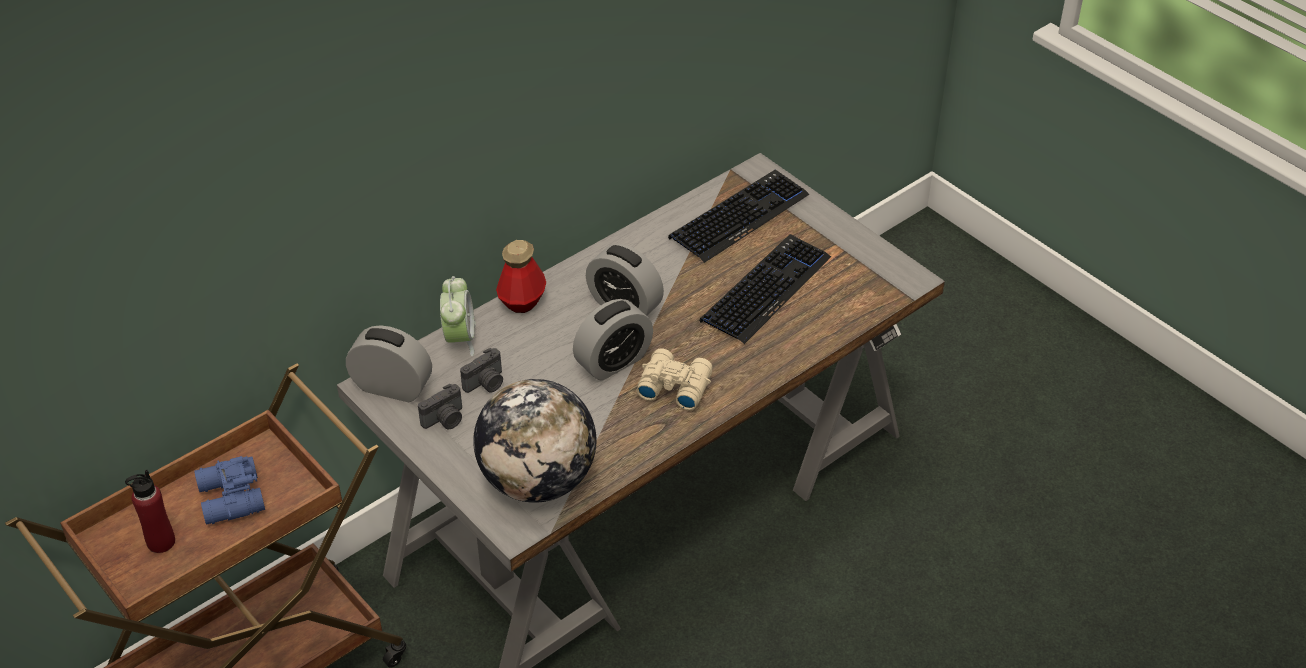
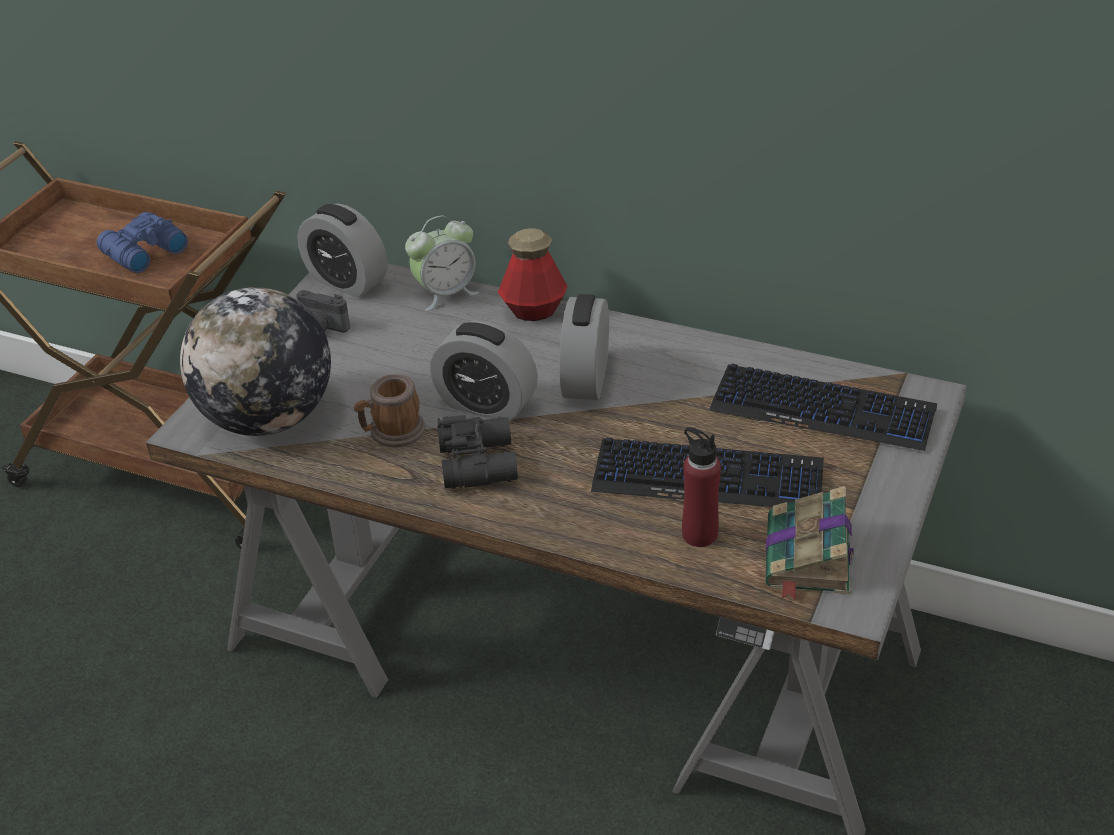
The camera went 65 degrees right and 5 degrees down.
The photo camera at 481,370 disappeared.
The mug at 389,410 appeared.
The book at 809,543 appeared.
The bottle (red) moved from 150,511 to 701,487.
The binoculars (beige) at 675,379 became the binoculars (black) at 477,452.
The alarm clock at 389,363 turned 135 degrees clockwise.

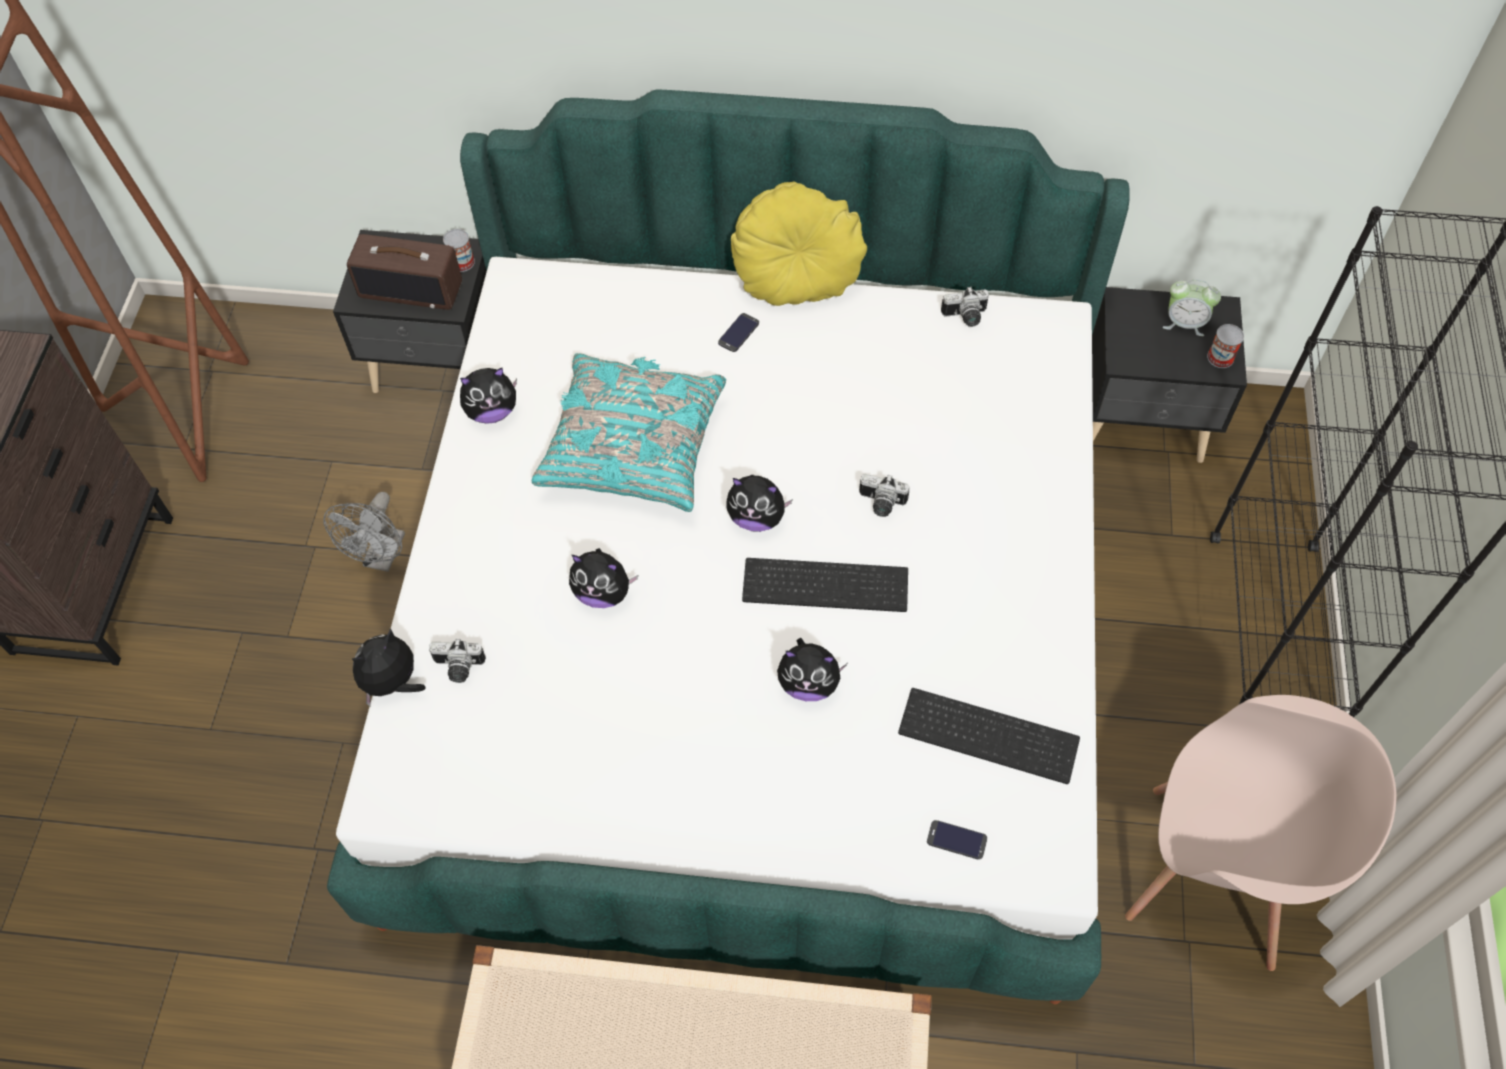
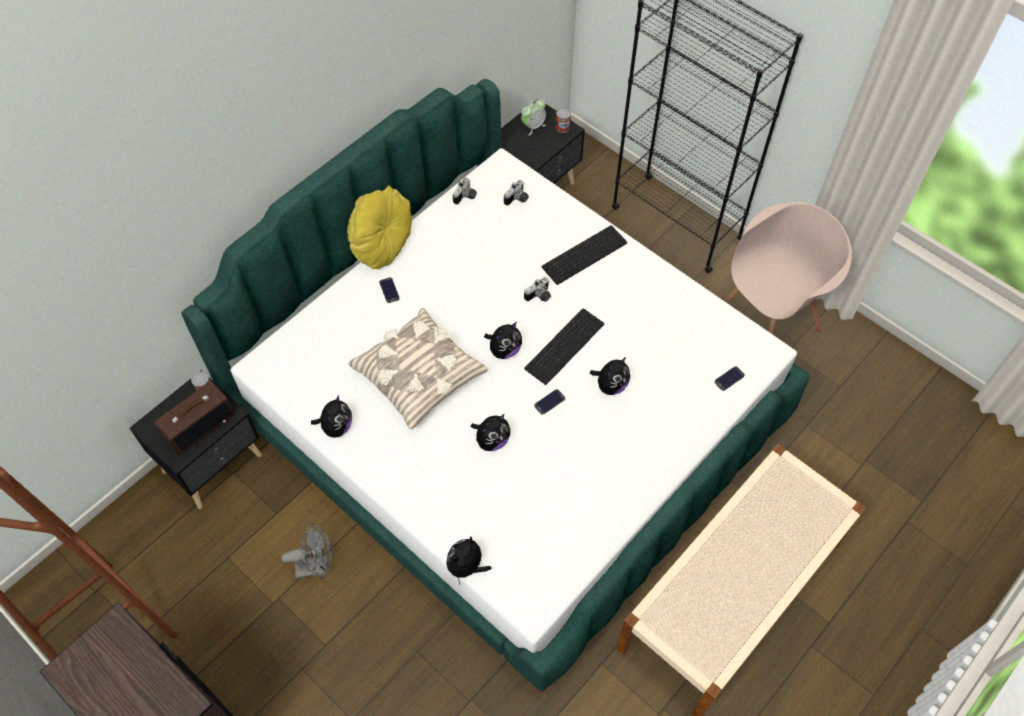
The camera went 55 degrees left and 0 degrees up.
The phone at 549,402 appeared.
The photo camera moved from 457,661 to 516,193.
The keyboard moved from 989,736 to 584,255.
The pillow (turquoise) at 629,432 became the pillow (beige) at 418,368.
The fan (grey) at 364,532 turned 60 degrees counterclockwise.
The plush toy at 388,667 turned 45 degrees clockwise.

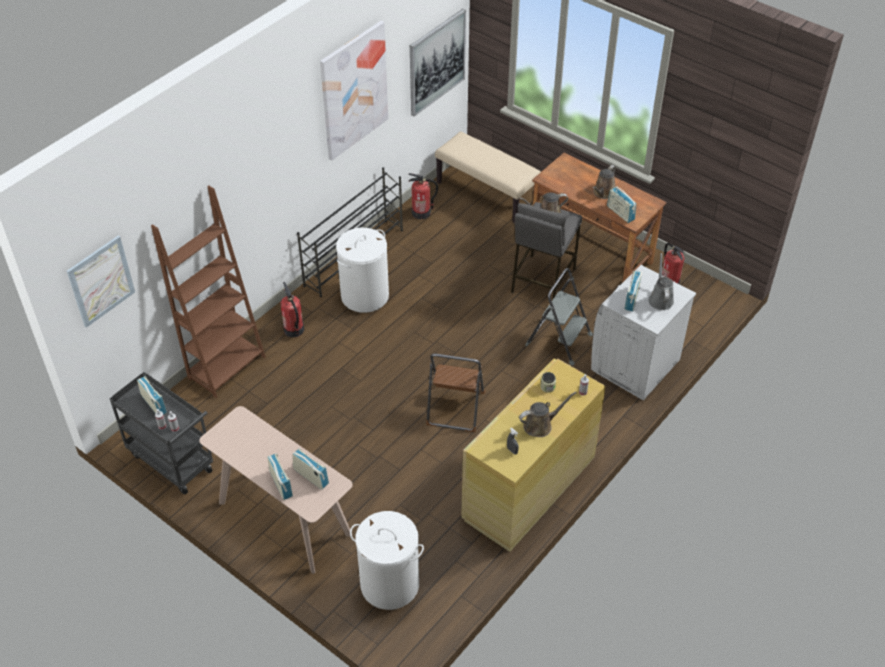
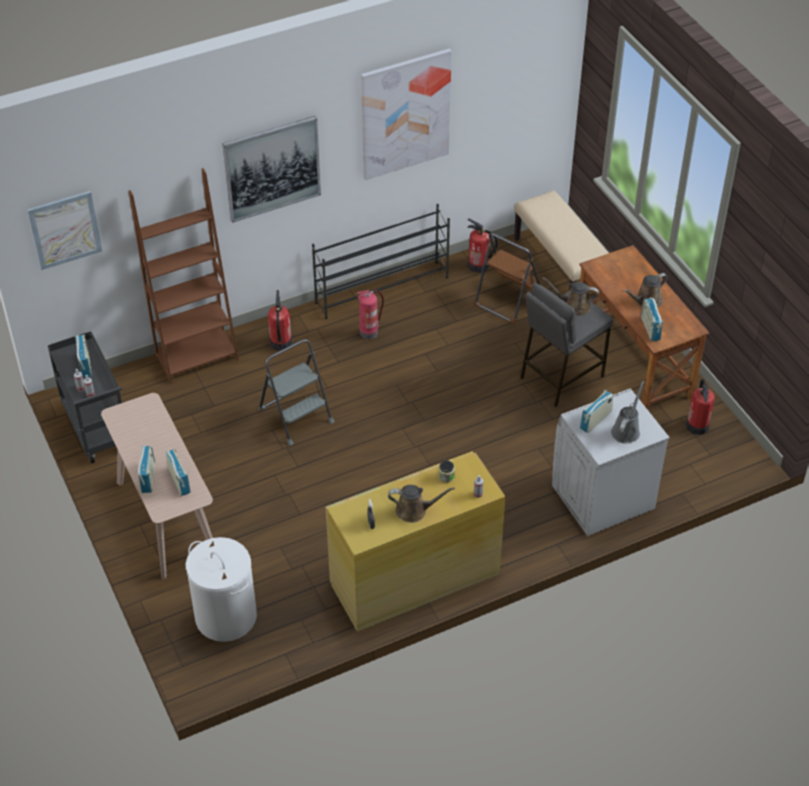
The camera went 25 degrees right and 0 degrees up.
The picture moved from 438,63 to 271,169.
The step ladder (brown) moved from 455,393 to 507,279.
The step ladder (grey) moved from 559,316 to 297,392.
The laundry basket (white) at 362,270 was replaced by the fire extinguisher at 370,314.

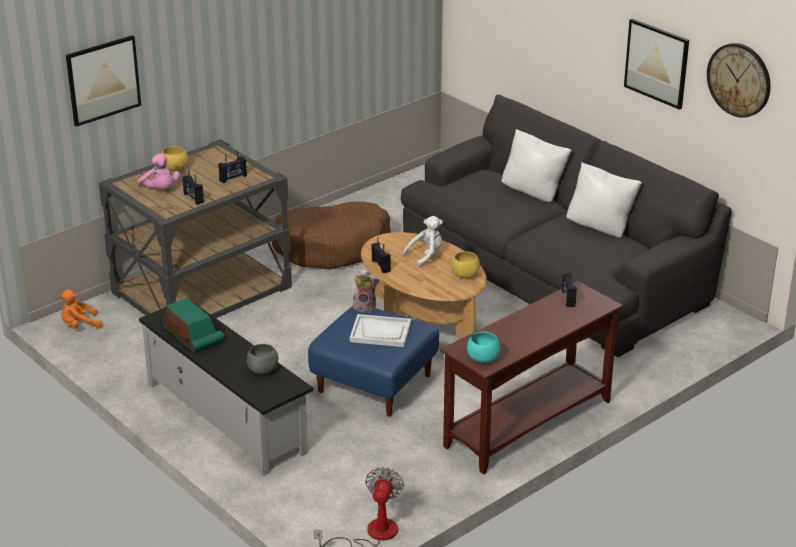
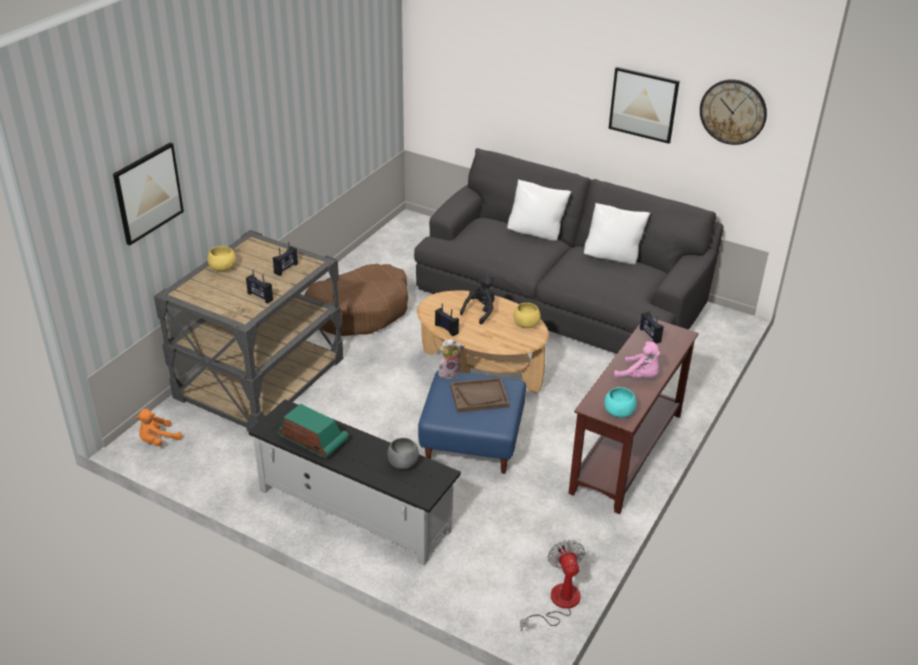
The camera went 20 degrees left and 5 degrees up.
The plush toy (pink) moved from 158,171 to 637,359.
The tray (white) at 380,330 became the tray (brown) at 480,395.
The plush toy (white) at 422,242 became the plush toy (black) at 477,299.

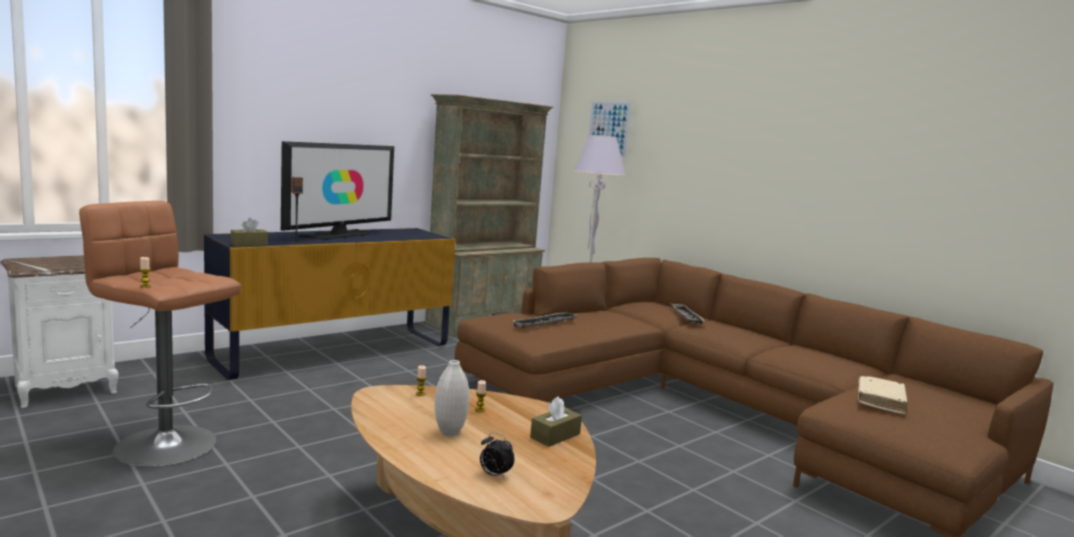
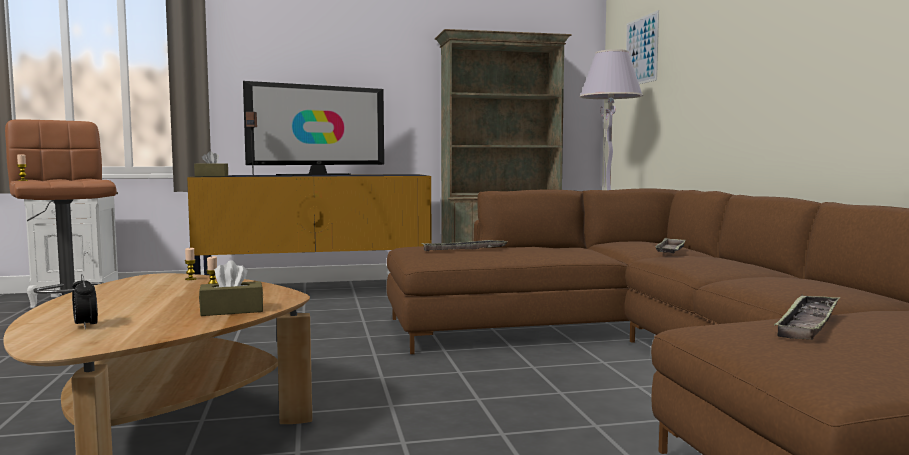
The camera went 30 degrees right and 5 degrees down.
The vase (white) at 452,398 disappeared.
The book (beige) at 882,395 was replaced by the tray at 807,317.

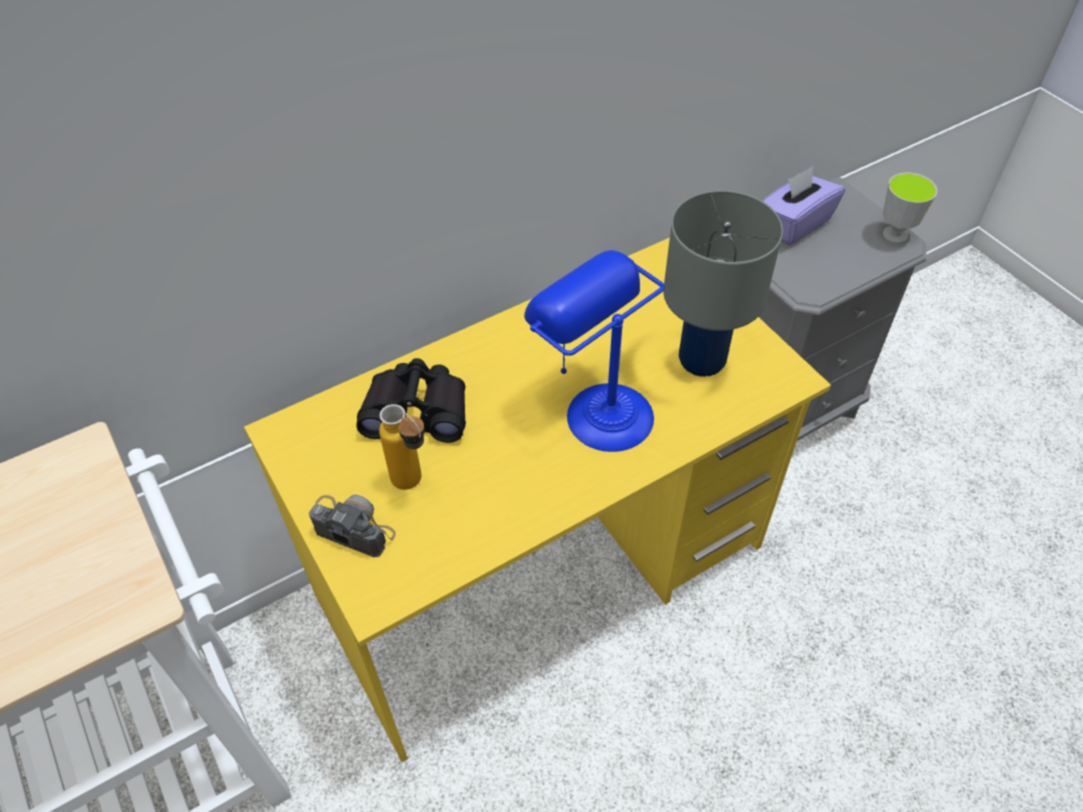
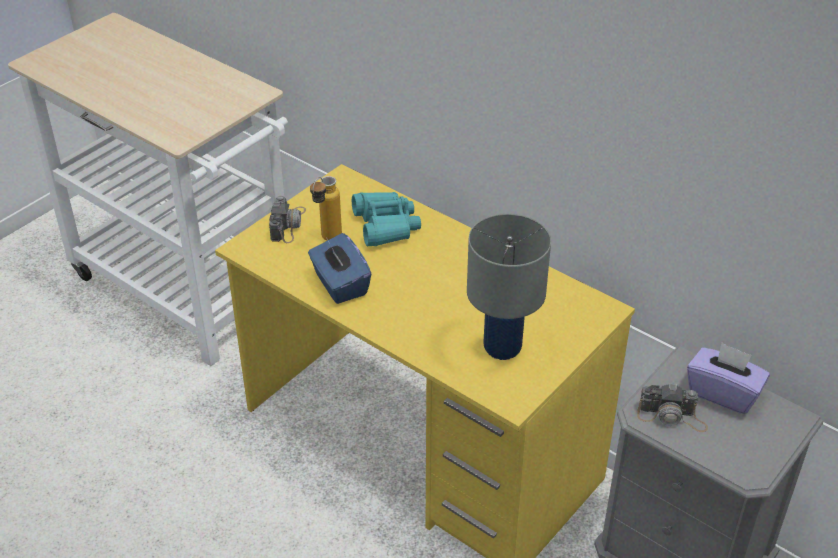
The camera went 70 degrees right and 10 degrees down.
The table lamp (blue) at 594,351 disappeared.
The cup at 910,208 disappeared.
The tissue box (blue) at 340,268 appeared.
The photo camera at 672,407 appeared.
The binoculars (black) at 411,400 became the binoculars (turquoise) at 386,219.

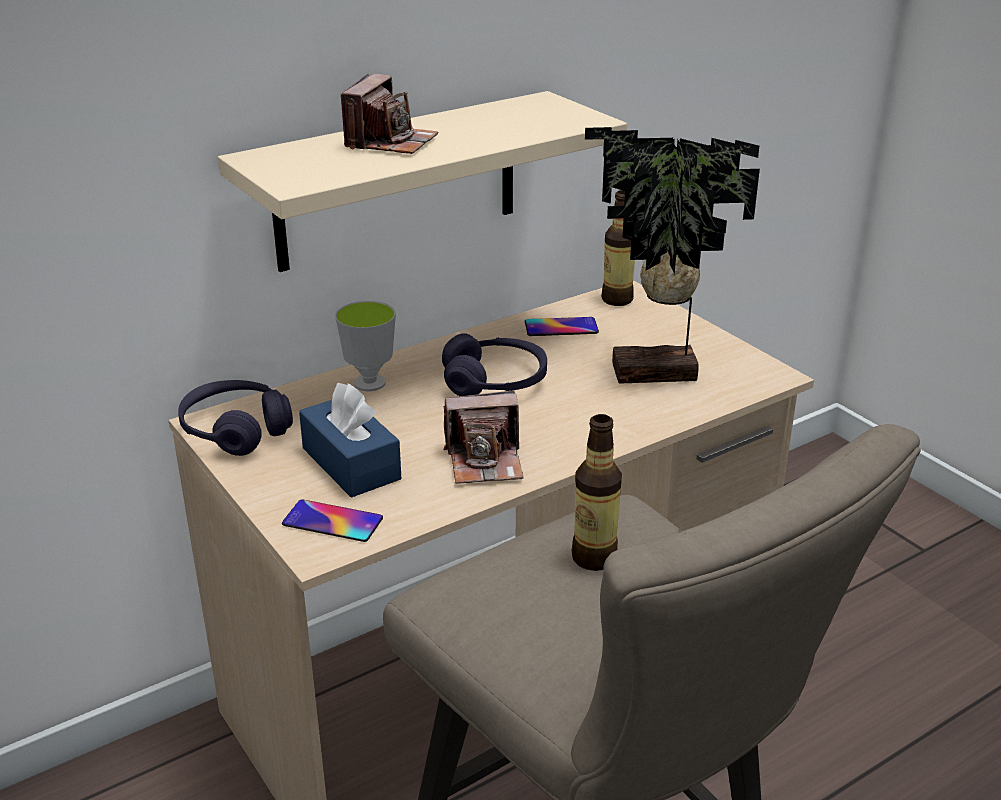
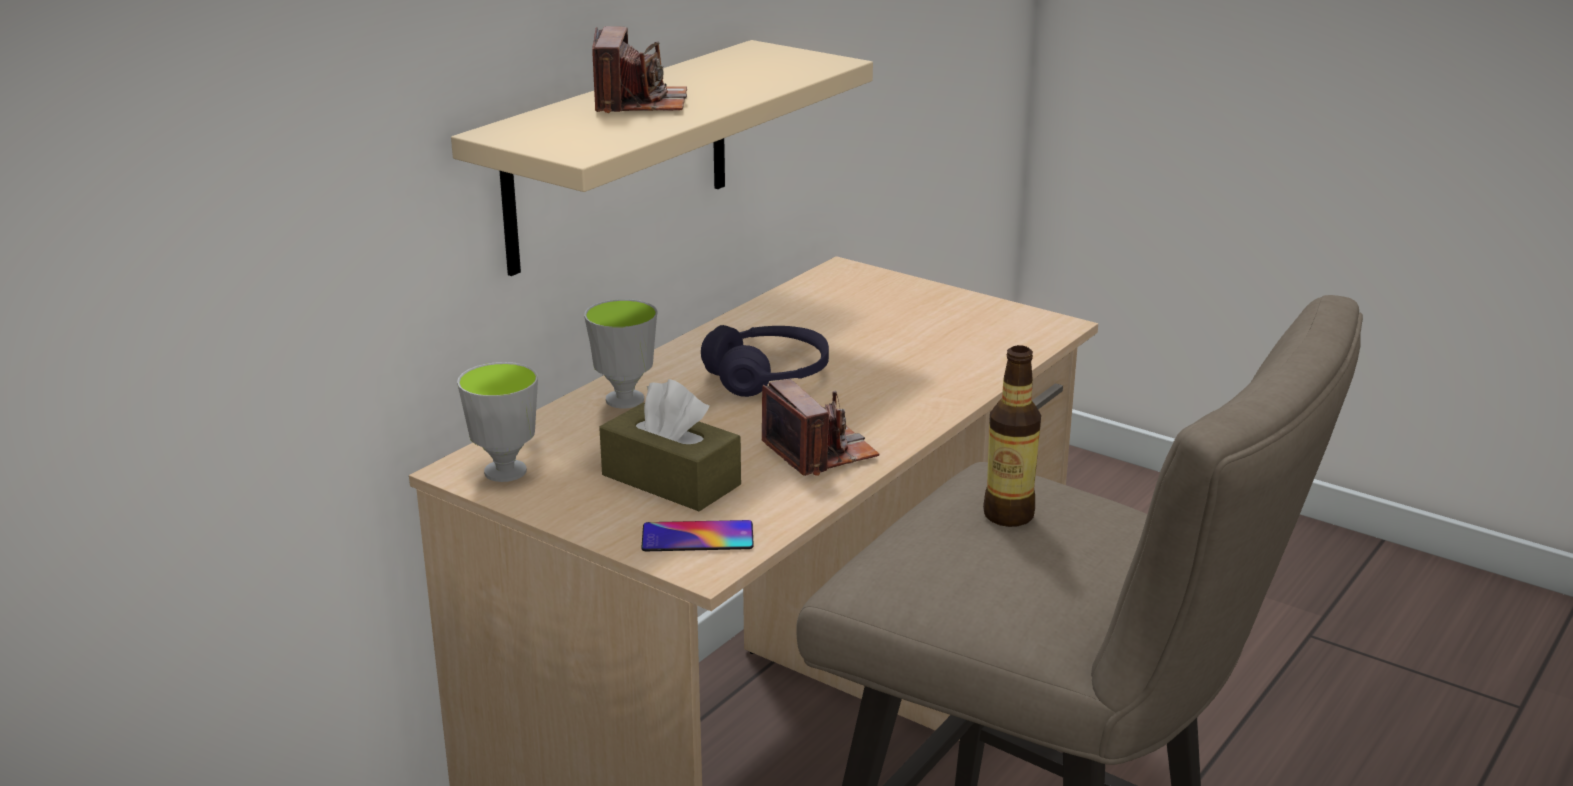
The camera went 20 degrees left and 5 degrees down.
The phone at 562,326 disappeared.
The potted plant at 672,255 disappeared.
The bottle at 618,248 disappeared.
The headphones (purple) at 235,418 was replaced by the cup at 497,422.
The tissue box (blue) at 350,440 became the tissue box (brown) at 670,445.
The photo camera at 483,437 turned 90 degrees counterclockwise.

